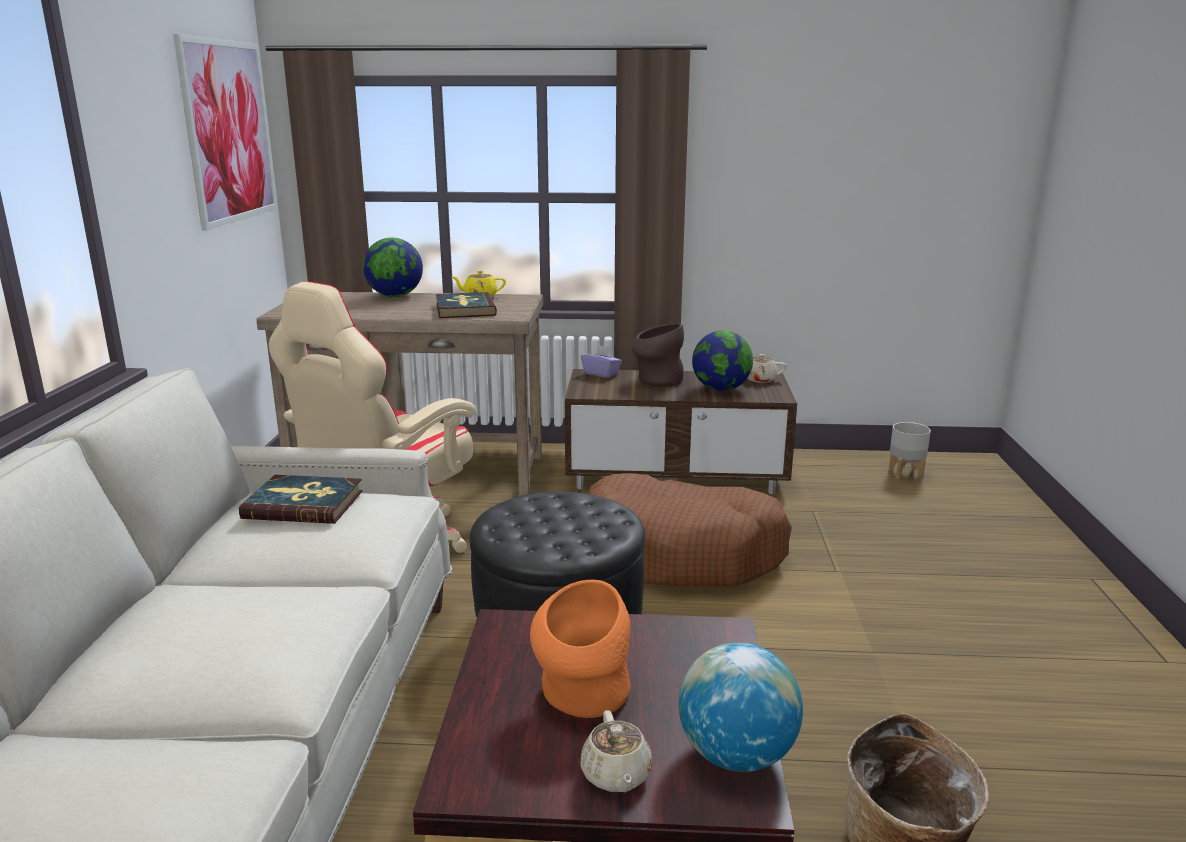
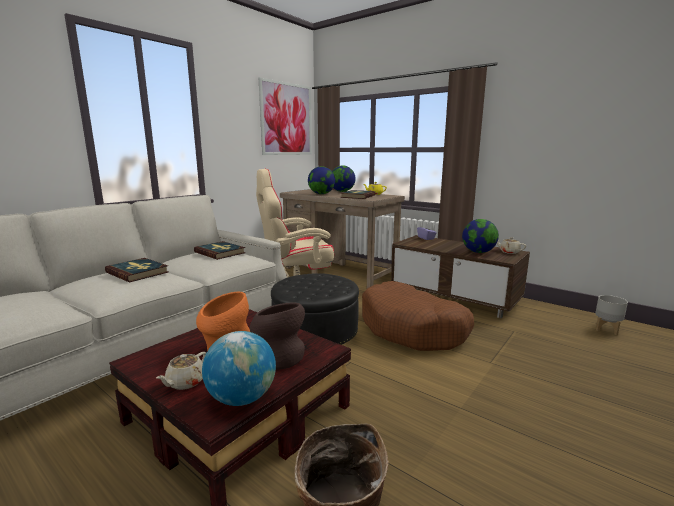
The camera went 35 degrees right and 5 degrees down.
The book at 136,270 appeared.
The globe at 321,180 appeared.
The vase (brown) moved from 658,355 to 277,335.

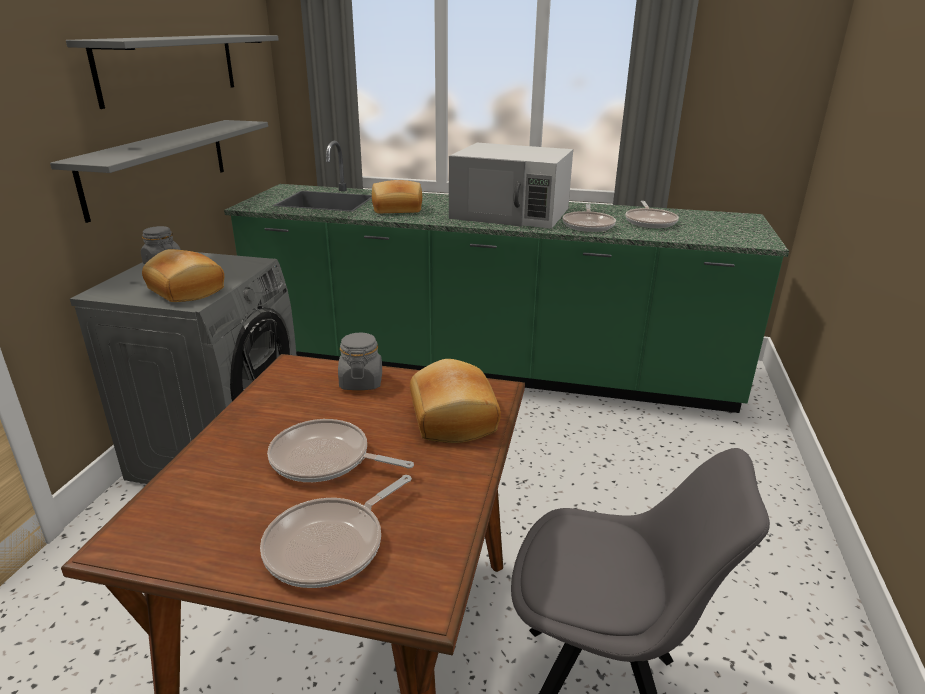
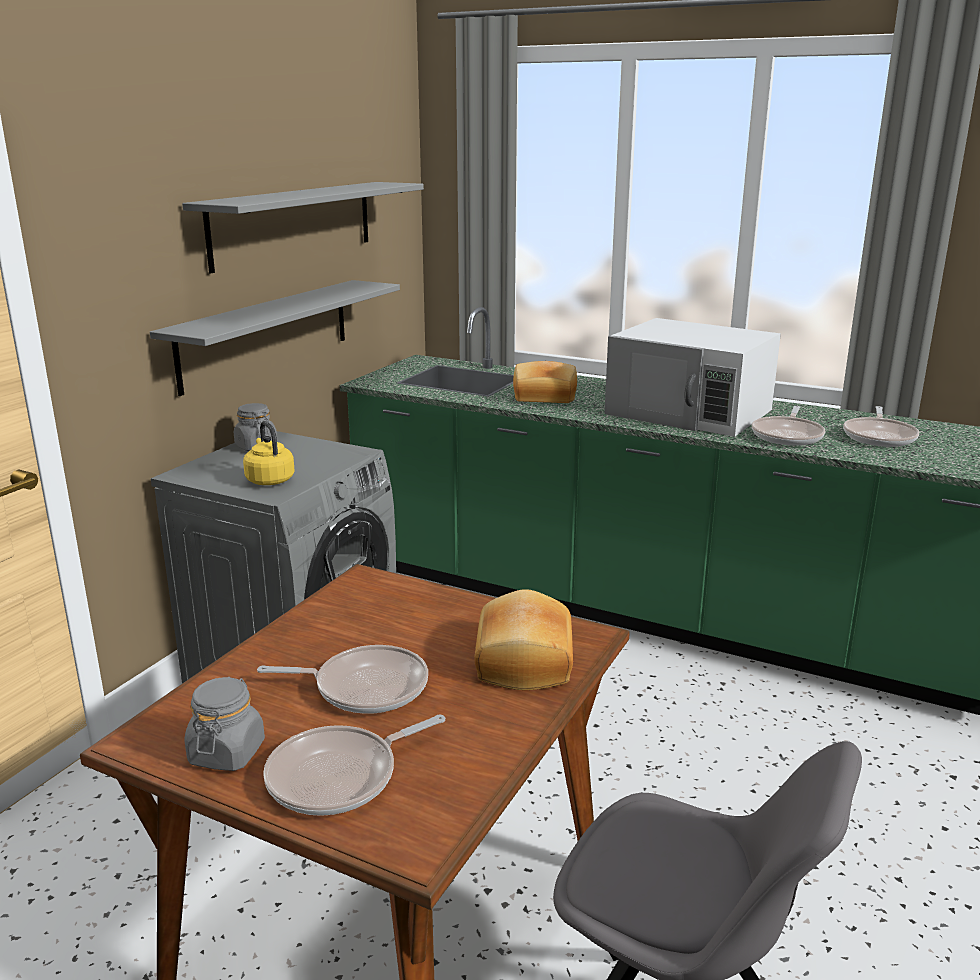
The camera went 15 degrees right and 5 degrees down.
The jar (grey) moved from 360,361 to 225,724.
The bread at 183,275 was replaced by the kettle (yellow) at 269,453.
The frying pan at 340,450 turned 150 degrees clockwise.

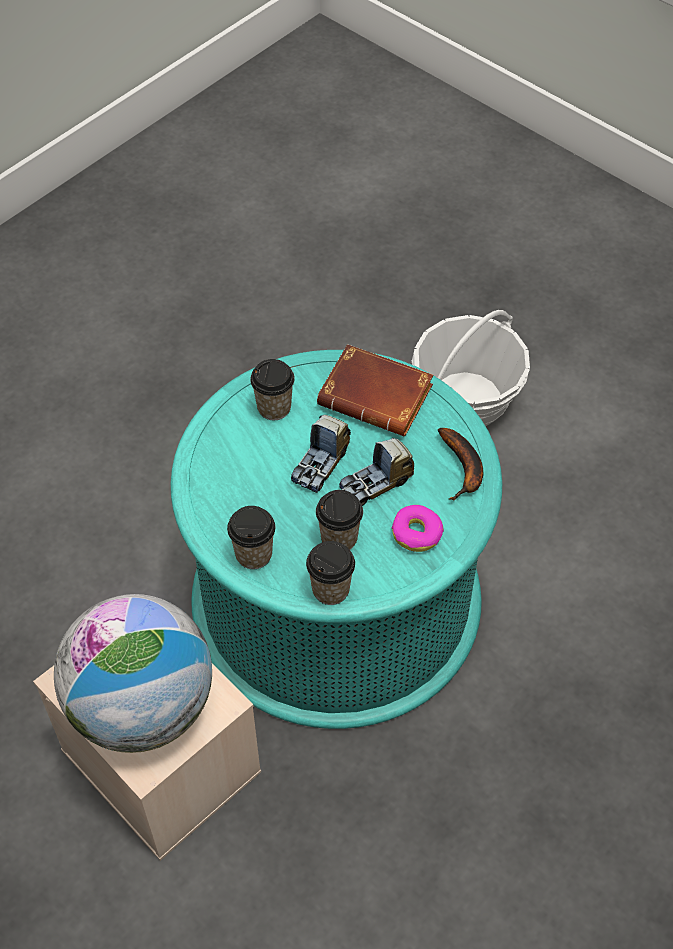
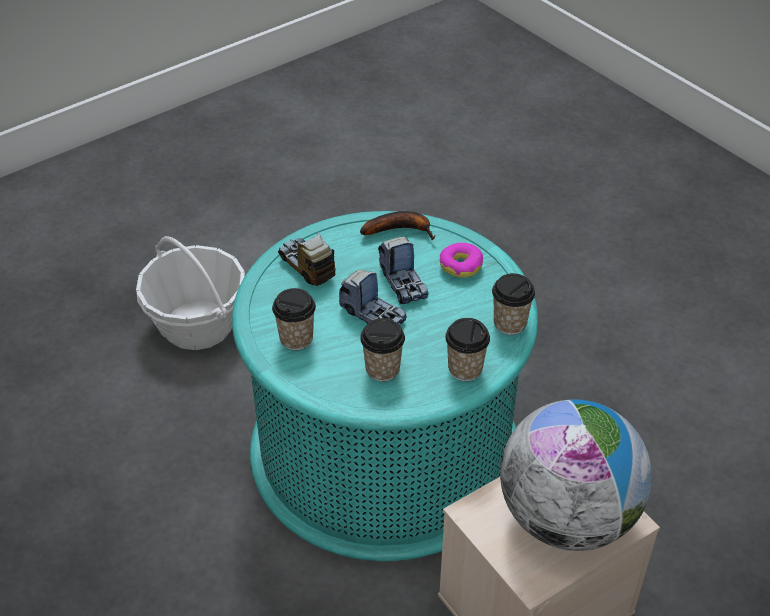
The camera went 80 degrees left and 10 degrees down.
The cup moved from 339,520 to 382,350.
The book (brown) at 375,390 was replaced by the toy truck at 306,259.

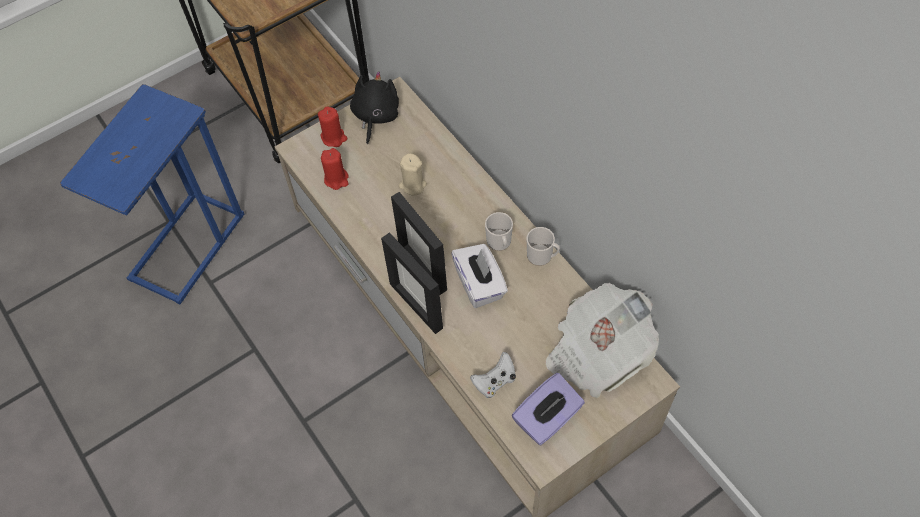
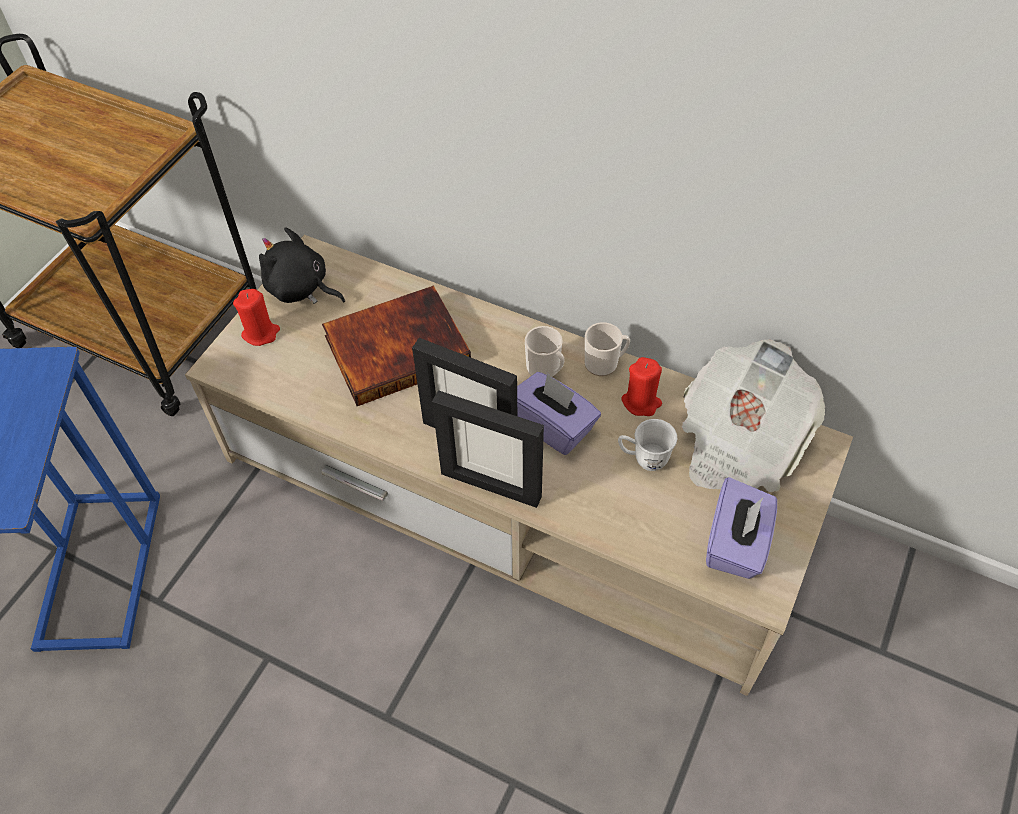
The camera went 30 degrees left and 5 degrees down.
The game controller (white) at 493,375 disappeared.
The mug (white) at 647,445 appeared.
The candle (red) moved from 335,169 to 641,386.
The candle (beige) at 413,174 was replaced by the book at 396,345.
The tissue box (white) at 479,276 became the tissue box (purple) at 559,413.
The plush toy (black) at 374,107 turned 45 degrees counterclockwise.

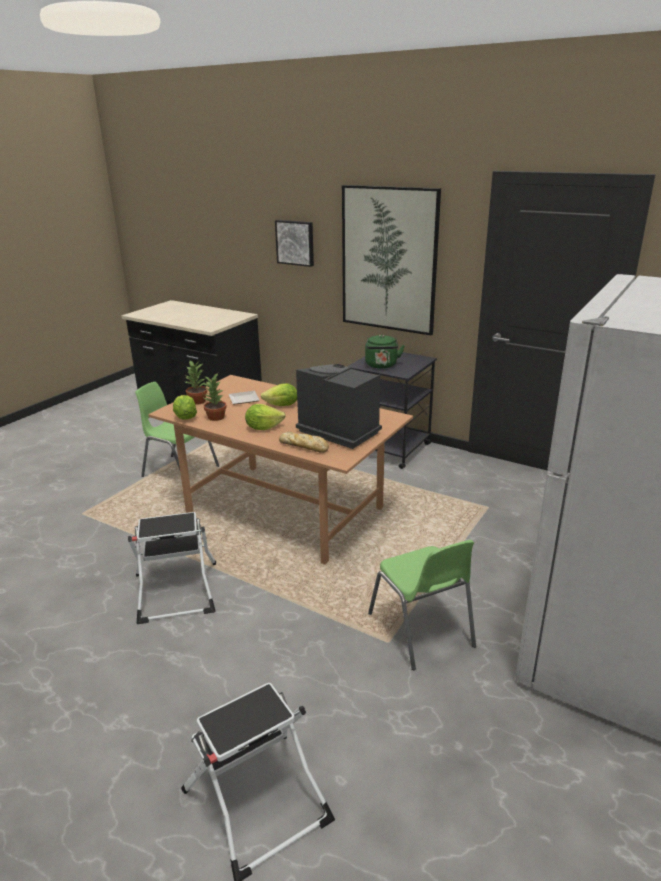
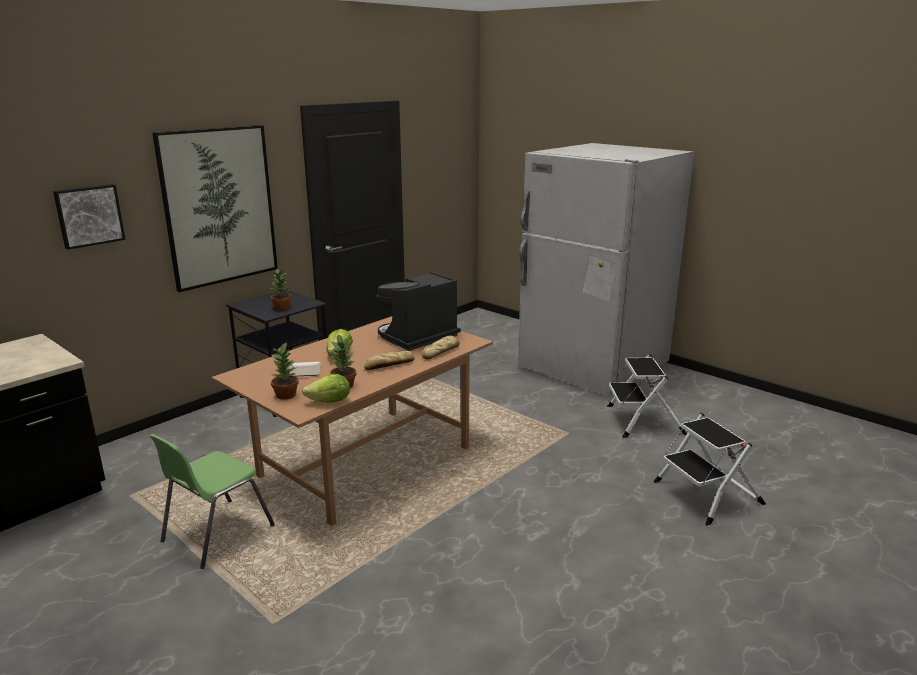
The camera went 80 degrees left and 5 degrees down.
The chair (green) at 422,605 disappeared.
The step ladder moved from 172,568 to 647,396.
The lettuce at 265,417 was replaced by the bread at 389,360.
The kettle (green) at 385,351 was replaced by the potted plant at 281,289.

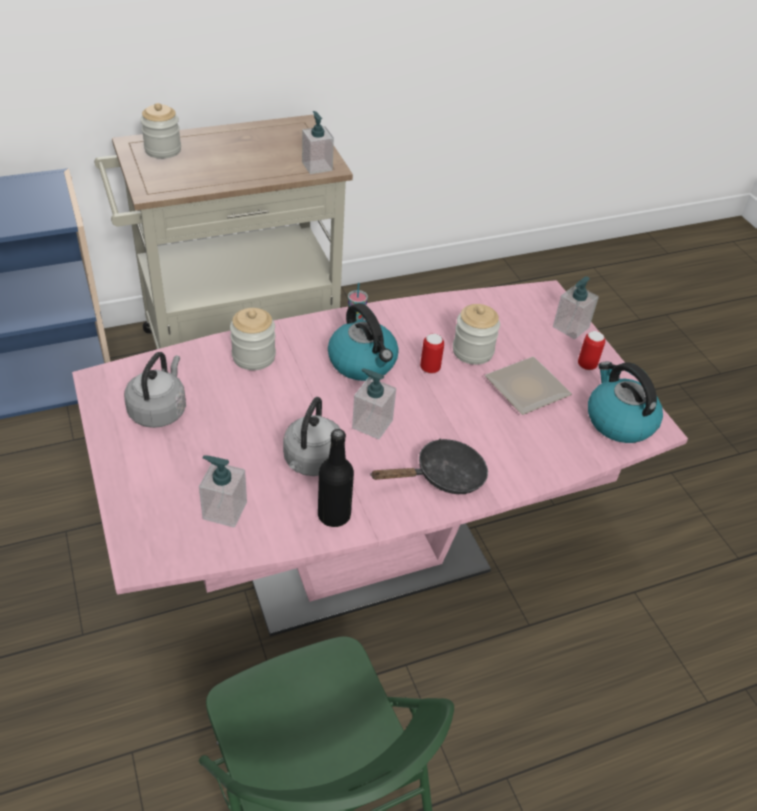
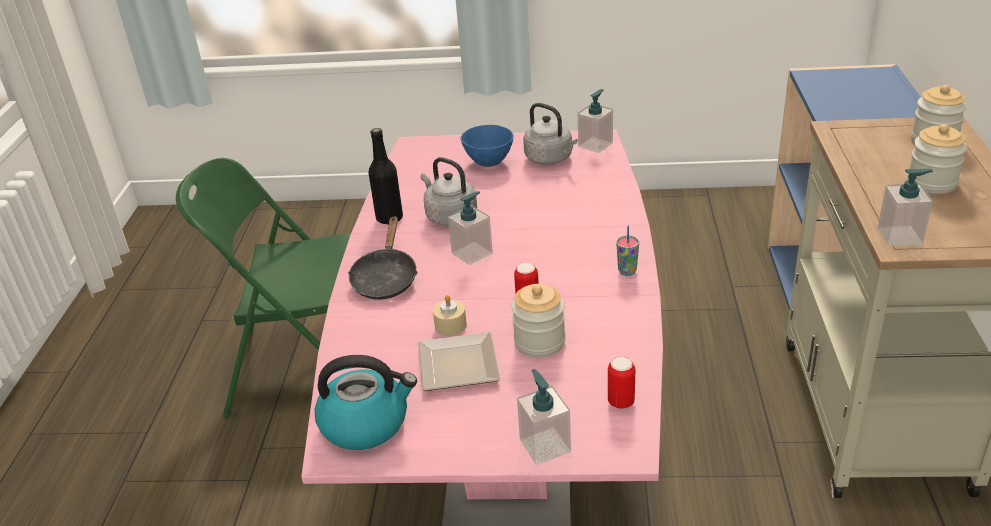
The camera went 120 degrees right and 10 degrees down.
The kettle at 363,342 disappeared.
The candle (beige) at 450,315 appeared.
The bowl (blue) at 487,146 appeared.
The soap dispenser moved from 223,491 to 595,121.
The jar moved from 253,339 to 937,159.
The can moved from 591,350 to 621,383.

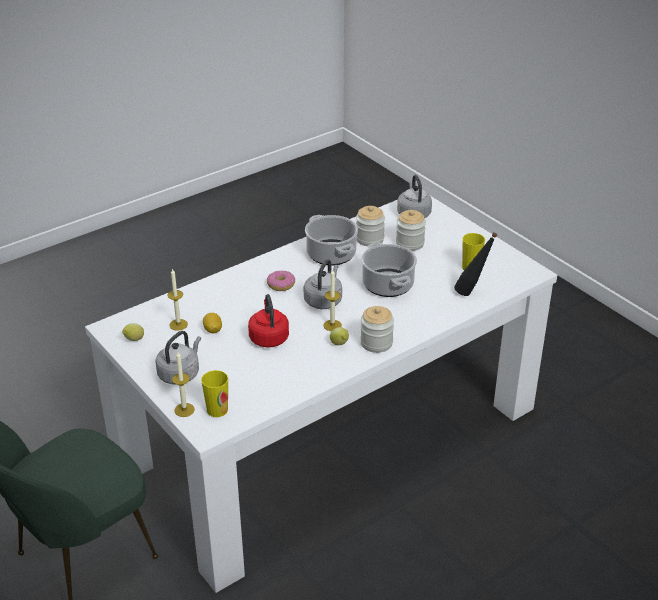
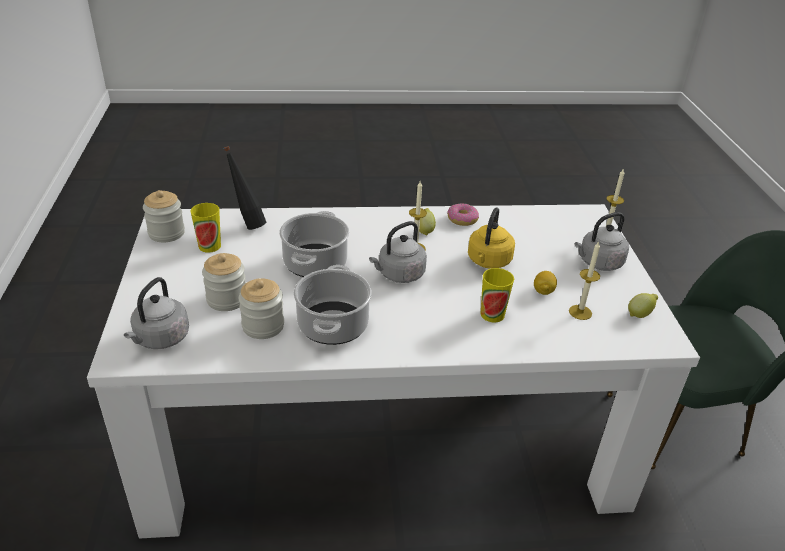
The camera went 150 degrees left and 0 degrees up.
The cup moved from 214,393 to 497,295.
The donut moved from 281,281 to 463,215.
The jar moved from 377,329 to 164,216.
The kettle (red) at 268,320 became the kettle (yellow) at 491,238.

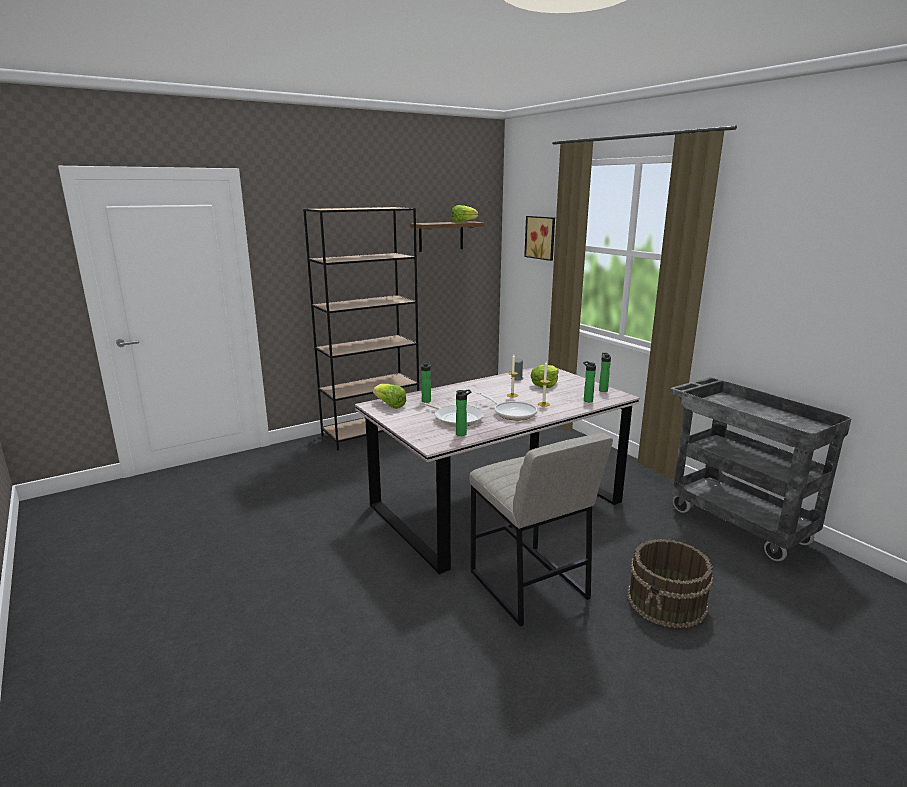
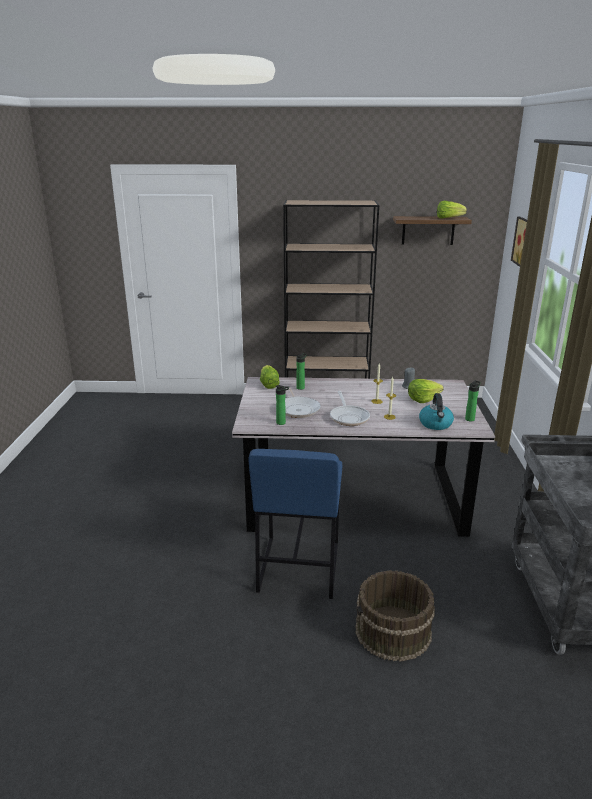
The camera went 35 degrees right and 5 degrees up.
The bottle at 589,381 was replaced by the kettle at 436,411.
The chair (grey) at 541,529 became the chair (blue) at 295,524.

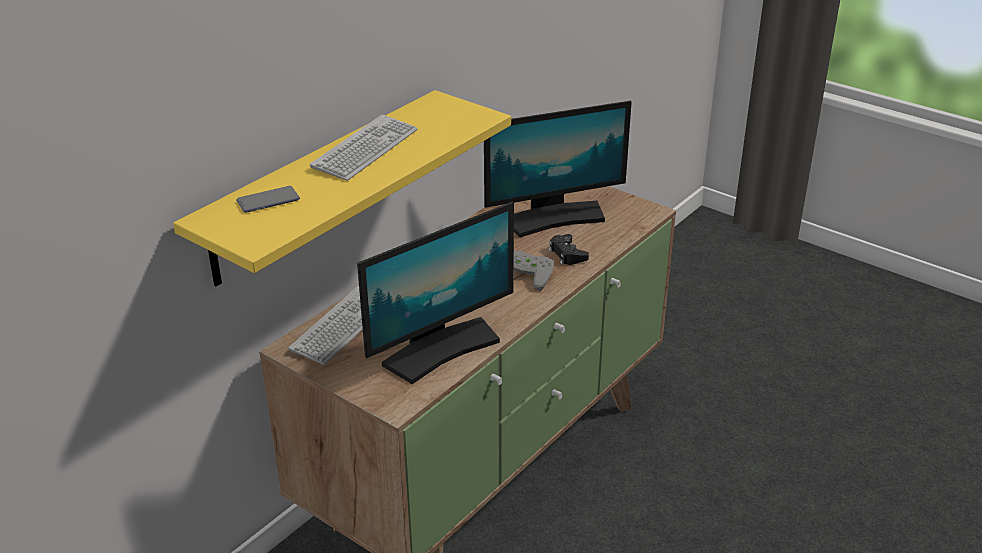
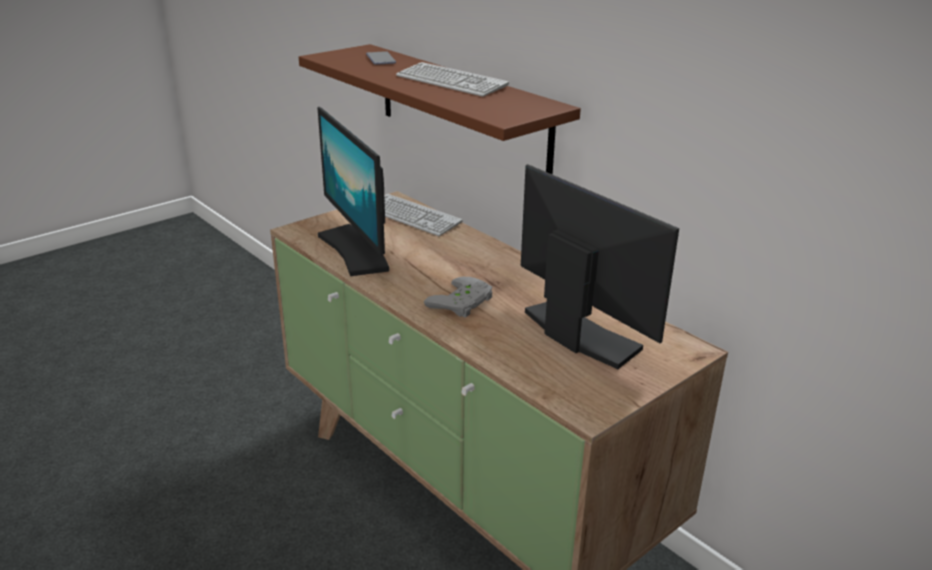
The camera went 100 degrees right and 5 degrees down.
The game controller (black) at 569,249 disappeared.
The shelf (yellow) at 342,188 became the shelf (brown) at 440,109.
The monitor at 558,169 turned 150 degrees clockwise.

